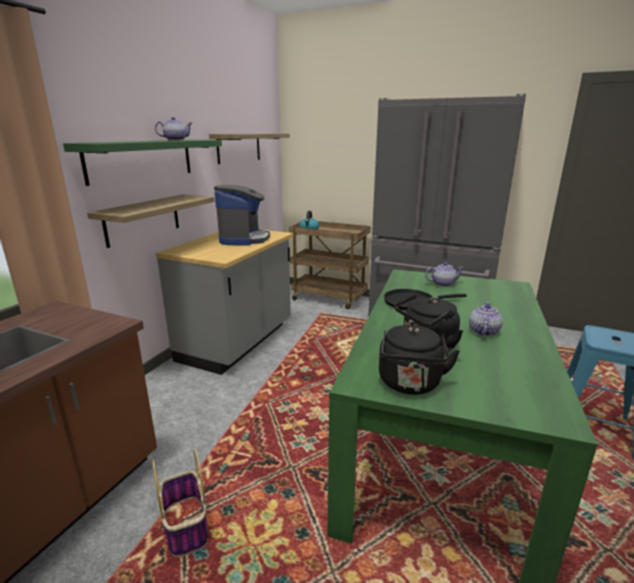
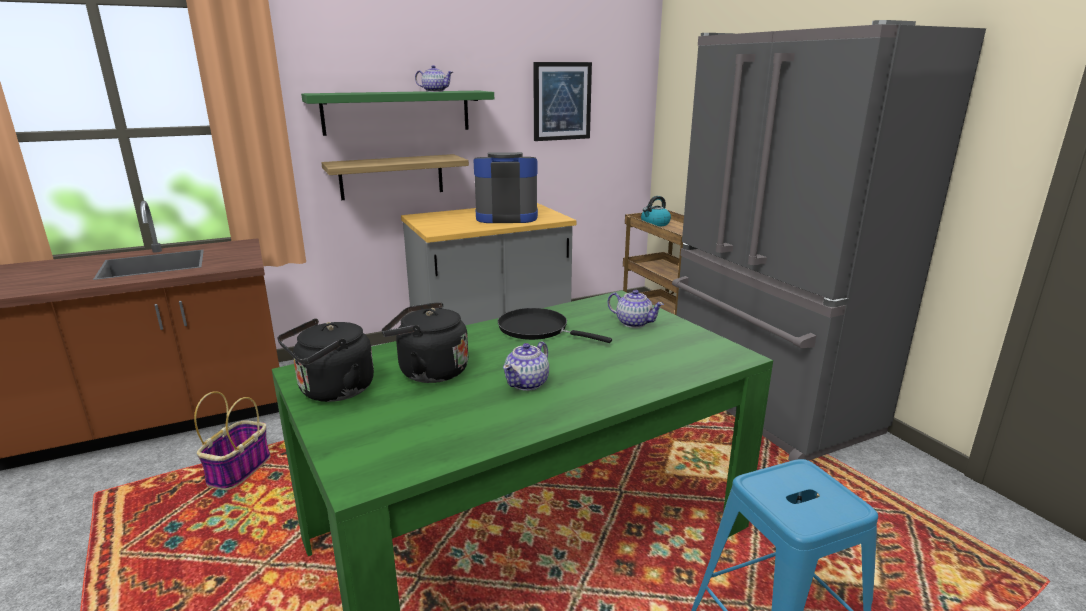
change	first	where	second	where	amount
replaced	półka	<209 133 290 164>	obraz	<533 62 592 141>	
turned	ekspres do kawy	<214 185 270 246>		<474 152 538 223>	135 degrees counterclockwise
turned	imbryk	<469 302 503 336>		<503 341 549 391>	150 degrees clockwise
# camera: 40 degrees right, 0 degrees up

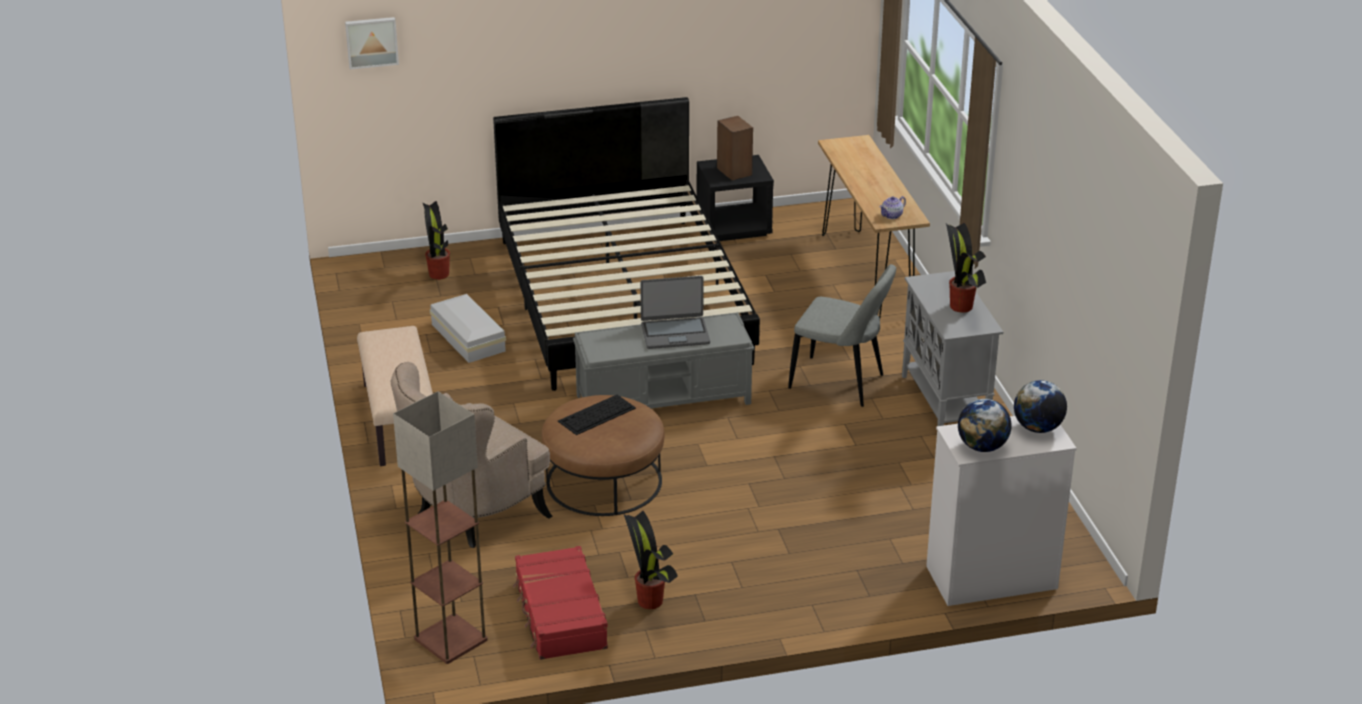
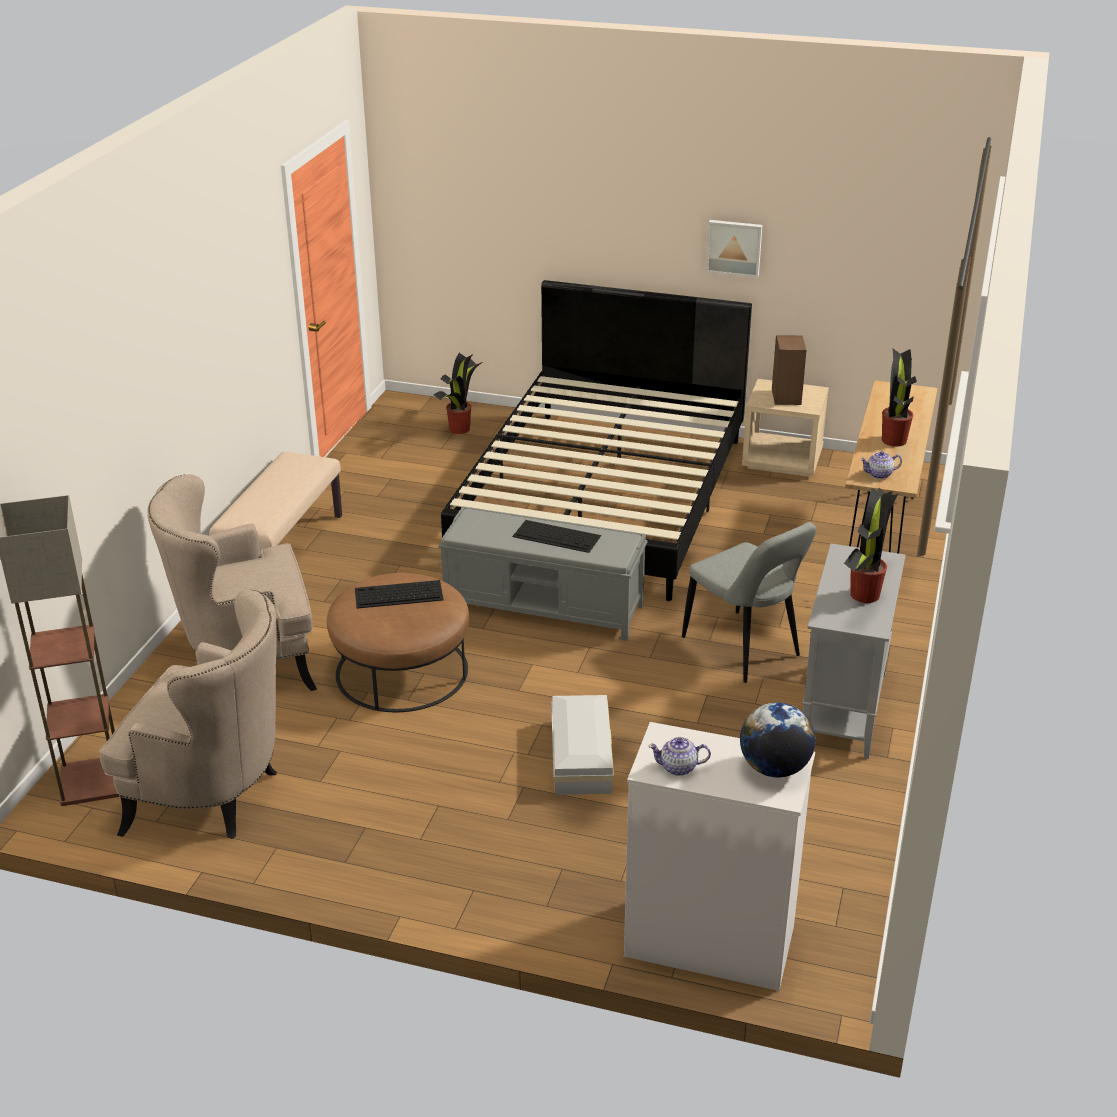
change	first	where	second	where	amount
moved	obraz	<345 17 399 69>		<706 220 762 278>	
recoloured	szafka nocna [czarny]	<697 155 774 241>	szafka nocna [beżowy]	<742 379 829 477>	
replaced	laptop	<640 276 710 349>	klawiatura	<512 520 601 553>	
moved	pojemnik do przechowywania [biały]	<430 294 506 363>		<551 695 614 795>	
replaced	globus	<958 399 1012 452>	imbryk	<648 737 711 776>	
moved	roślina doniczkowa	<624 511 678 609>		<882 348 917 447>	
replaced	walizka [czerwony]	<513 546 608 660>	fotel [beżowy]	<99 590 277 839>	
# camera: 30 degrees right, 0 degrees up

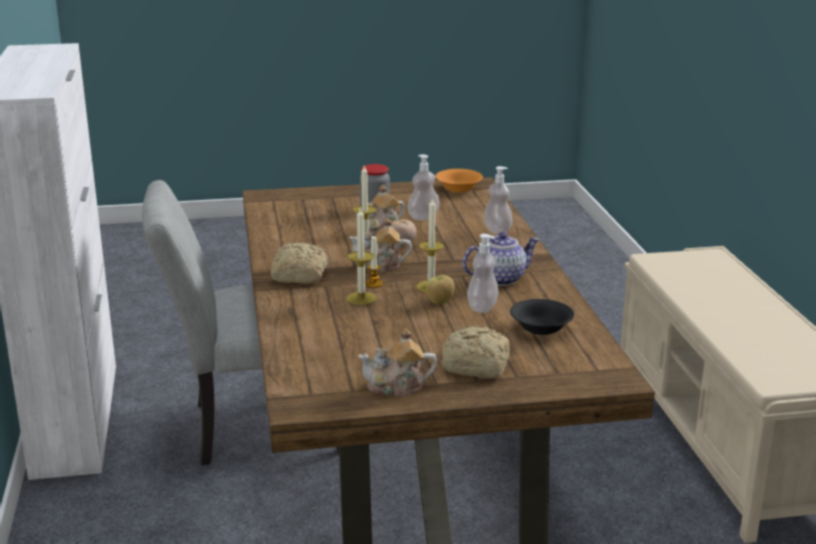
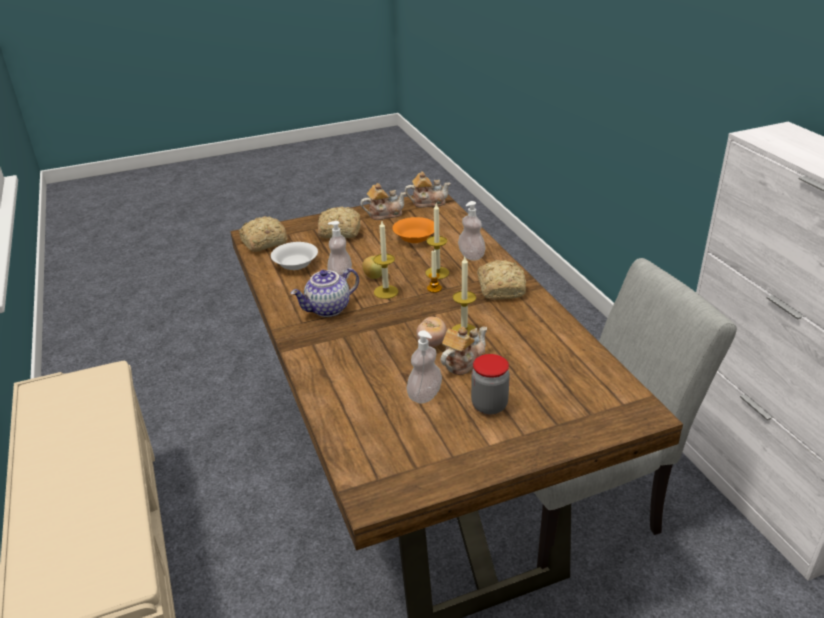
change	first	where	second	where	amount
moved	dozownik mydła	<484 166 512 234>		<458 201 485 261>	
moved	miska [pomarańczowy]	<435 169 483 193>		<392 217 434 243>	
moved	imbryk	<349 218 412 272>		<405 171 451 208>	
recoloured	miska [czarny]	<510 299 574 335>	miska [biały]	<271 242 318 270>	
added			chleb	<239 216 287 252>	
# camera: 170 degrees right, 10 degrees up

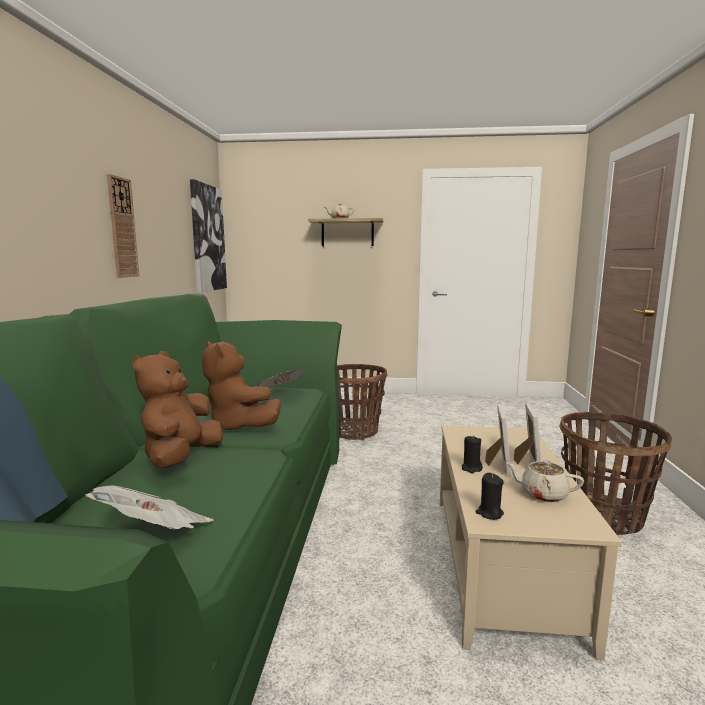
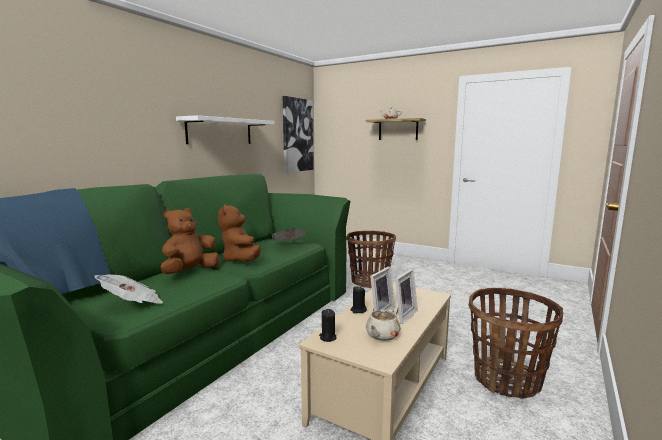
change	first	where	second	where	amount
replaced	zegar ścienny	<107 174 139 278>	półka [biały]	<176 115 275 144>	
turned	imbryk [beżowy]	<505 460 584 502>		<366 309 401 341>	105 degrees counterclockwise
# camera: 25 degrees right, 0 degrees up

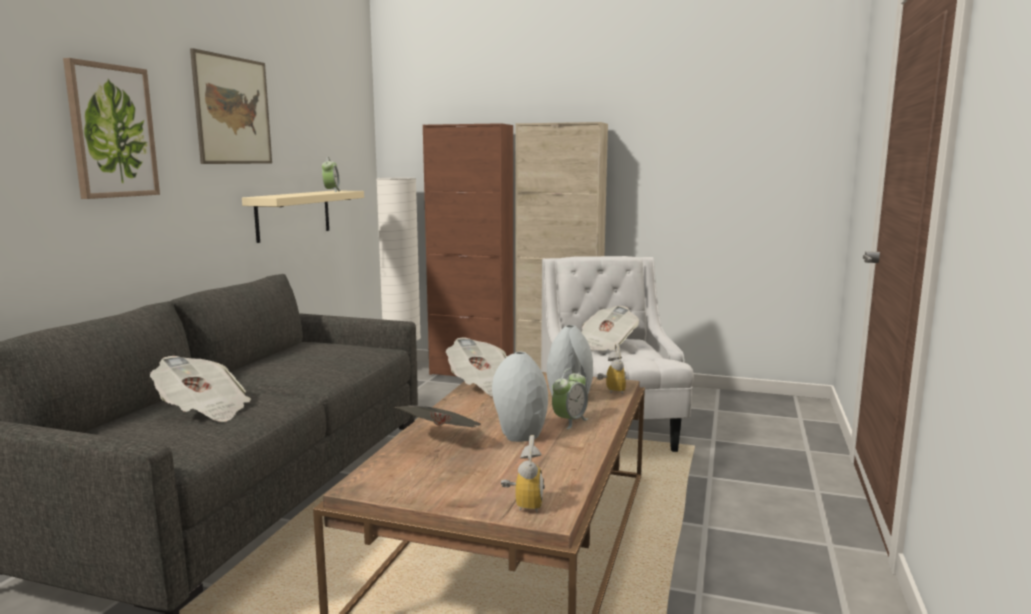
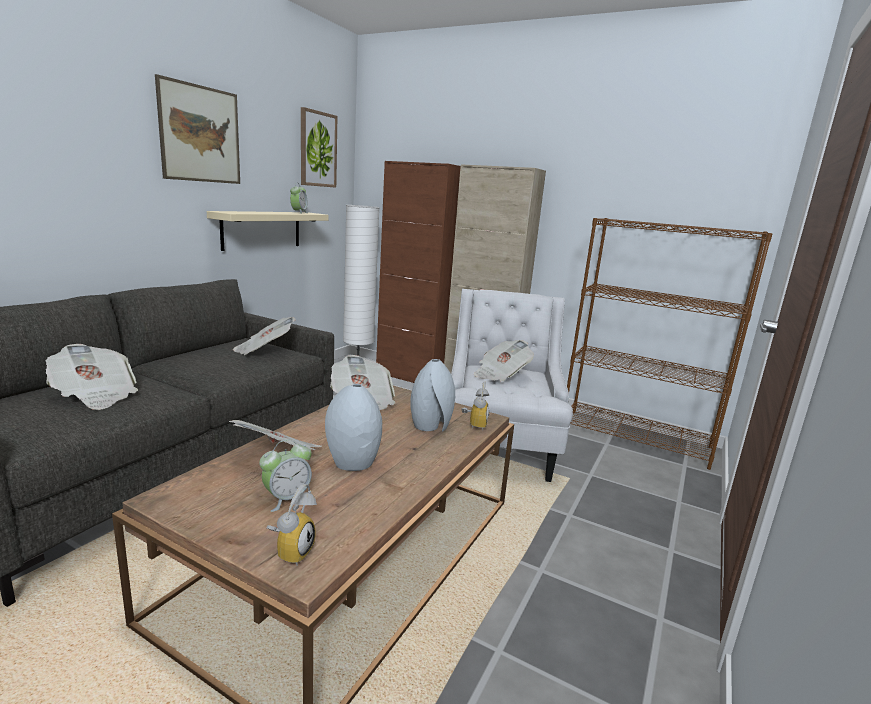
change	first	where	second	where	amount
moved	obraz	<63 58 160 199>		<301 107 337 188>	
moved	budzik	<552 369 588 429>		<259 439 312 512>	
added			regał [brązowy]	<567 218 772 470>	
added			gazeta	<233 317 296 355>	
# camera: 10 degrees right, 5 degrees up

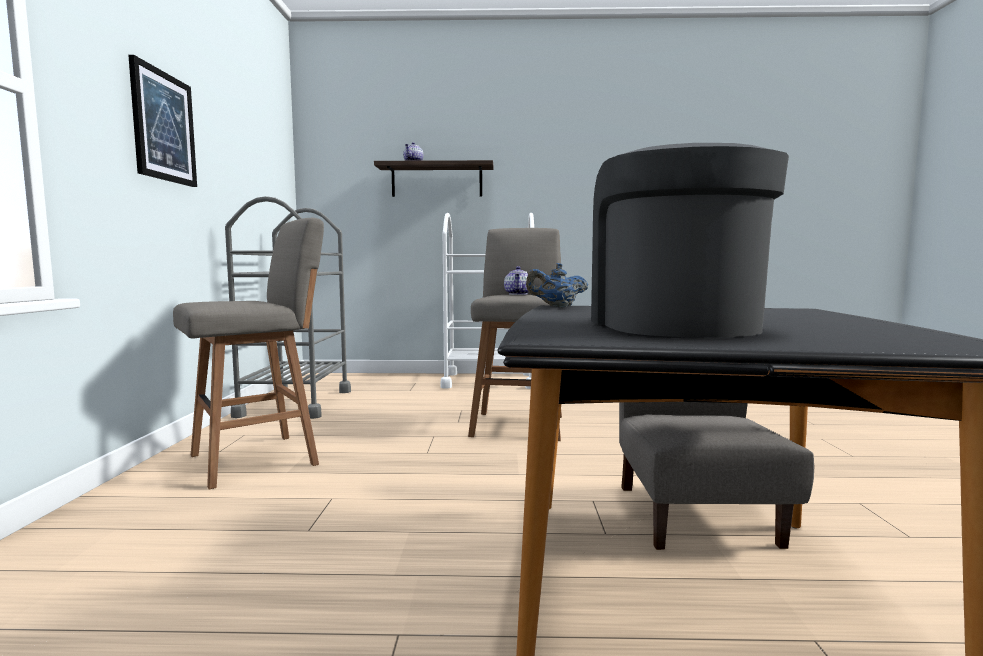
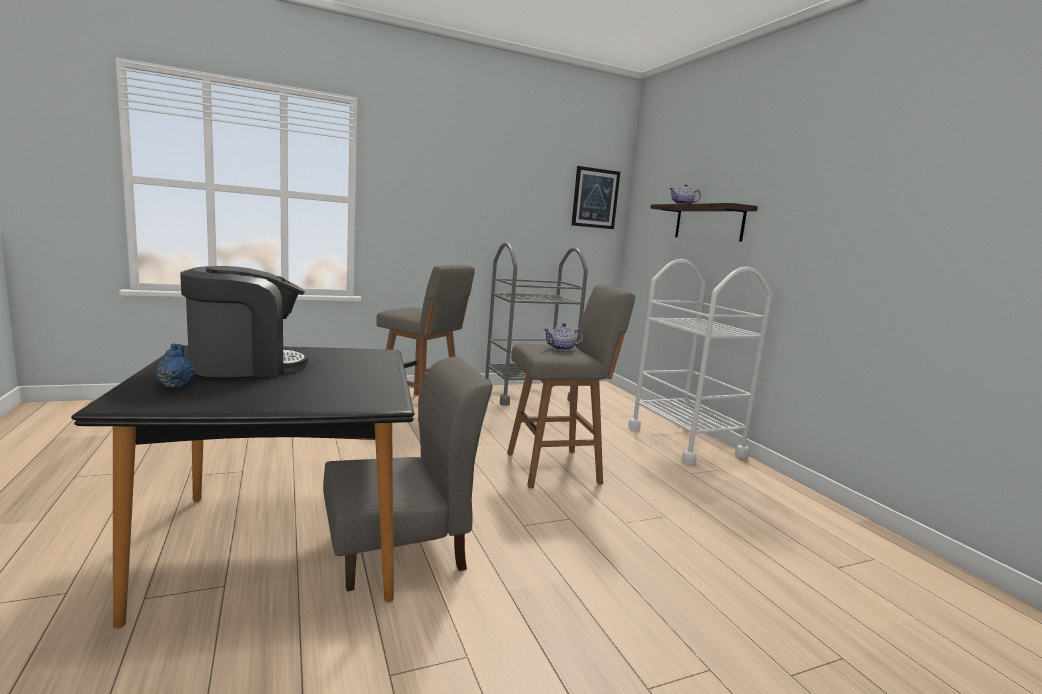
change	first	where	second	where	amount
moved	obraz	<128 55 197 187>		<571 166 620 229>	
moved	imbryk [niebieski]	<526 263 588 307>		<156 343 195 387>	
# camera: 65 degrees right, 5 degrees up

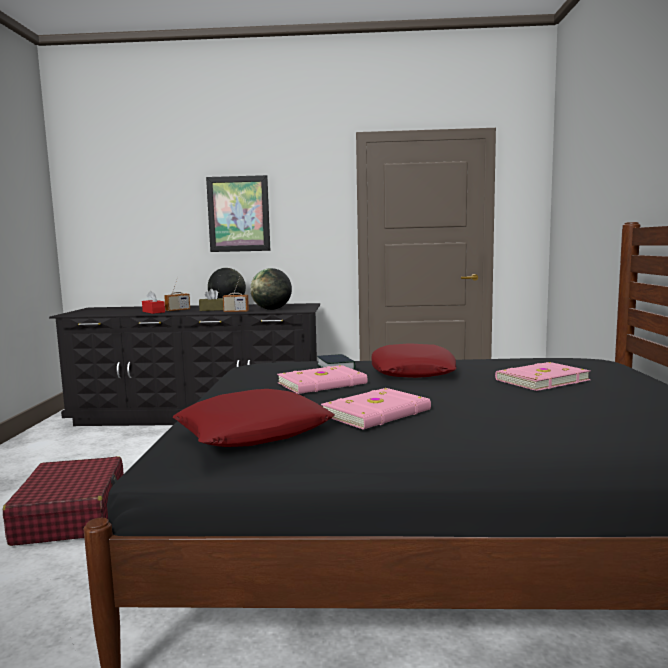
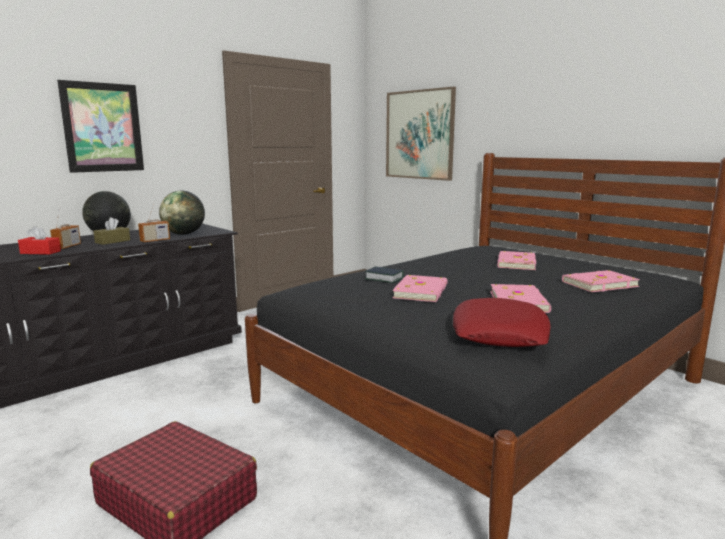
change	first	where	second	where	amount
removed	poduszka [czerwony]	<372 343 457 378>			
added			obraz	<386 87 456 181>	
added			książka [różowy]	<562 270 640 292>	
# camera: 45 degrees left, 5 degrees up

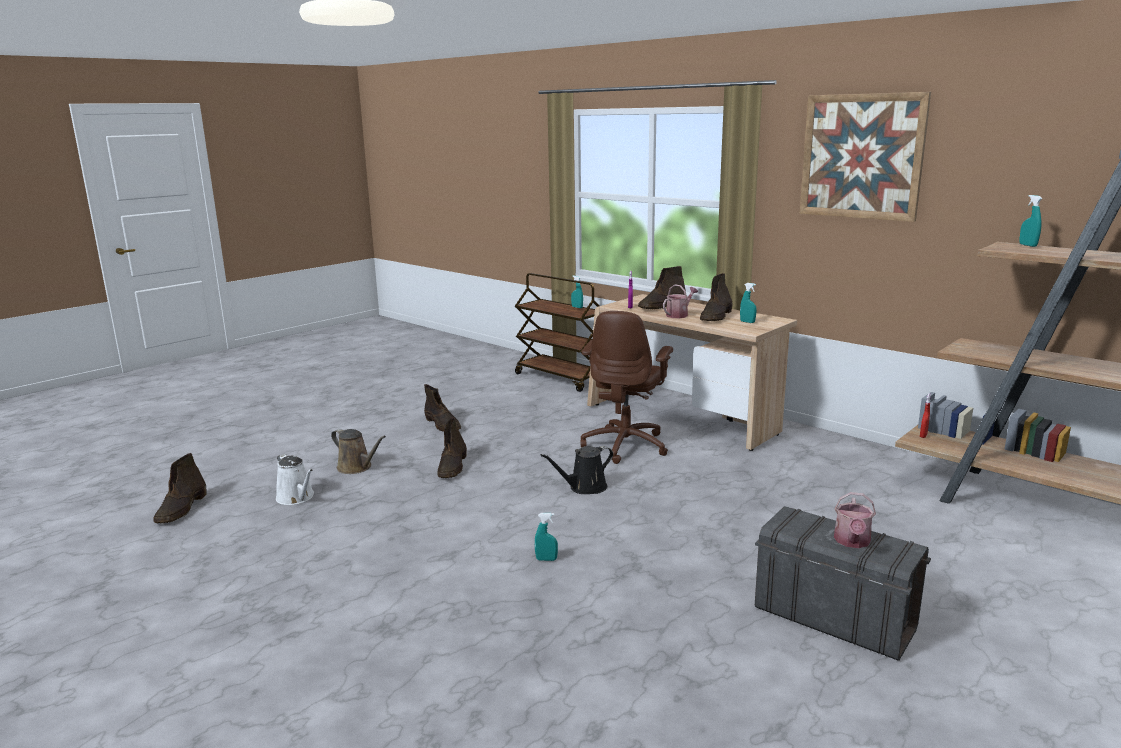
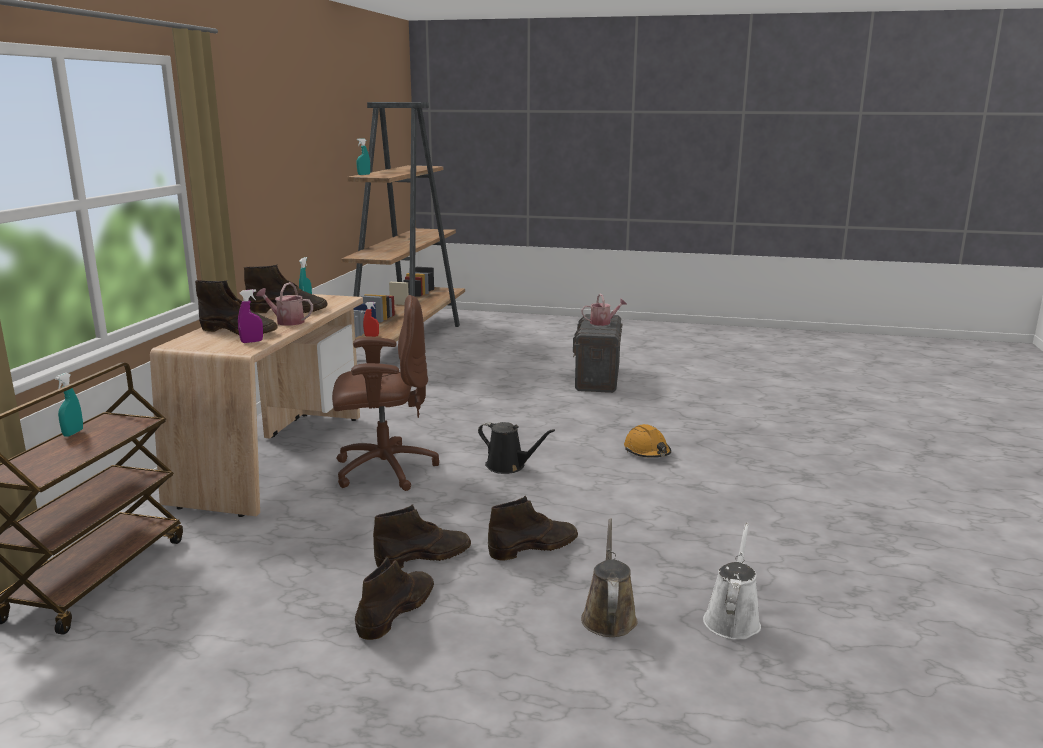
change	first	where	second	where	amount
removed	obraz	<800 92 931 222>			
moved	but z cholewką [brązowy]	<153 453 207 524>		<373 504 471 568>	
replaced	spryskiwacz [turkusowy]	<535 513 558 561>	kask [pomarańczowy]	<624 424 671 458>	
# camera: 120 degrees left, 0 degrees up

